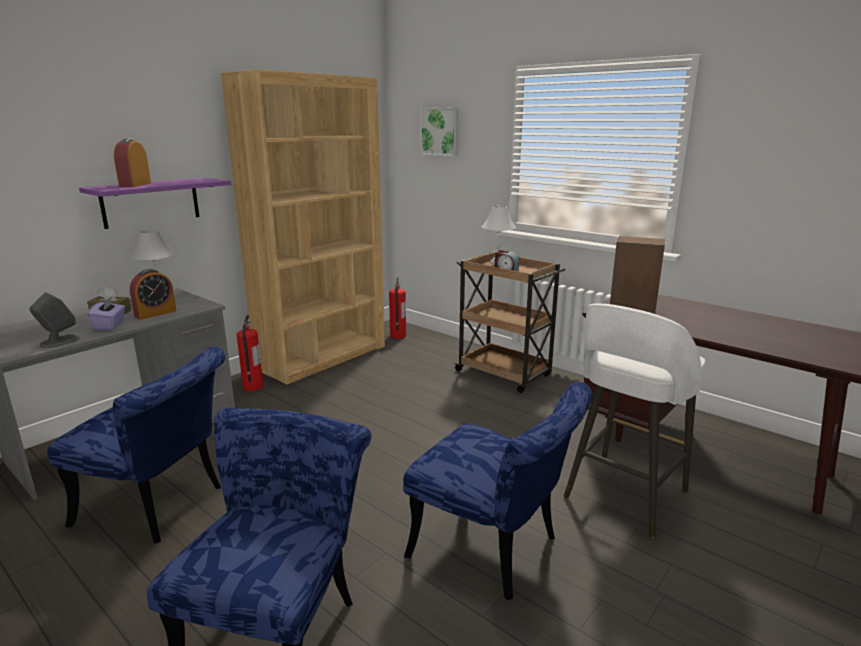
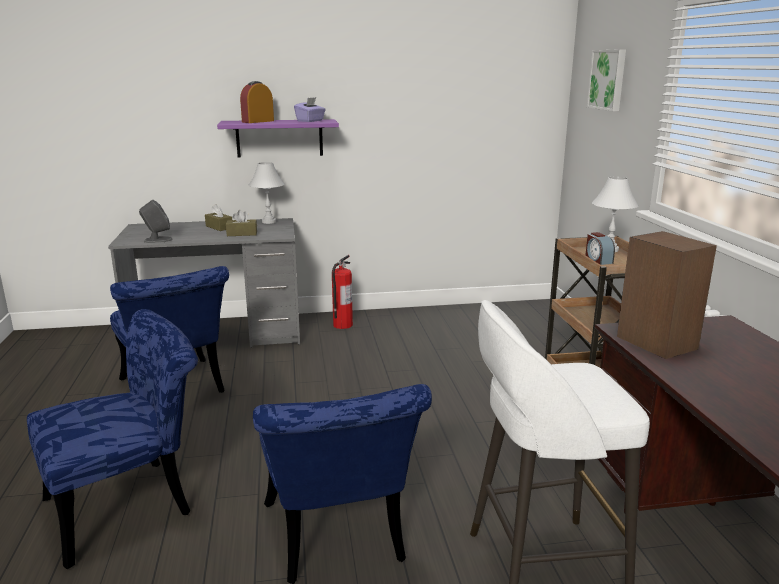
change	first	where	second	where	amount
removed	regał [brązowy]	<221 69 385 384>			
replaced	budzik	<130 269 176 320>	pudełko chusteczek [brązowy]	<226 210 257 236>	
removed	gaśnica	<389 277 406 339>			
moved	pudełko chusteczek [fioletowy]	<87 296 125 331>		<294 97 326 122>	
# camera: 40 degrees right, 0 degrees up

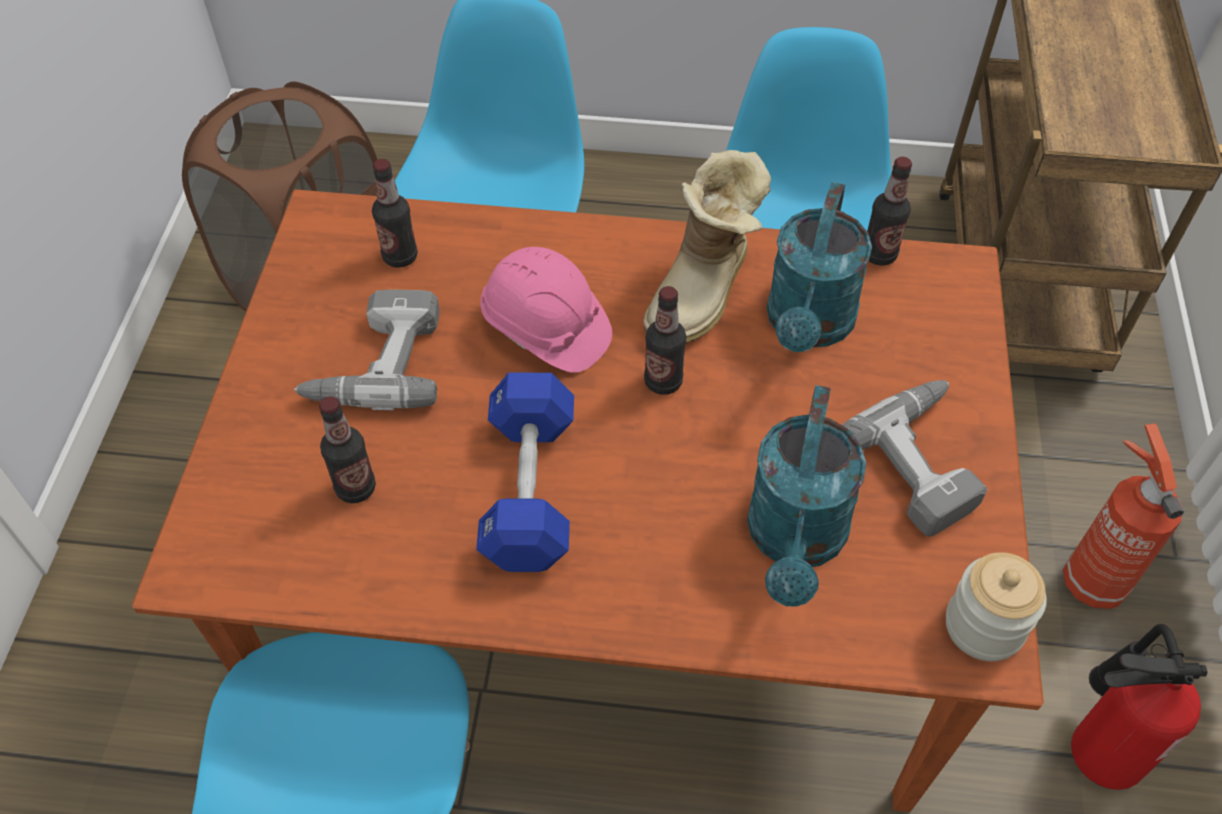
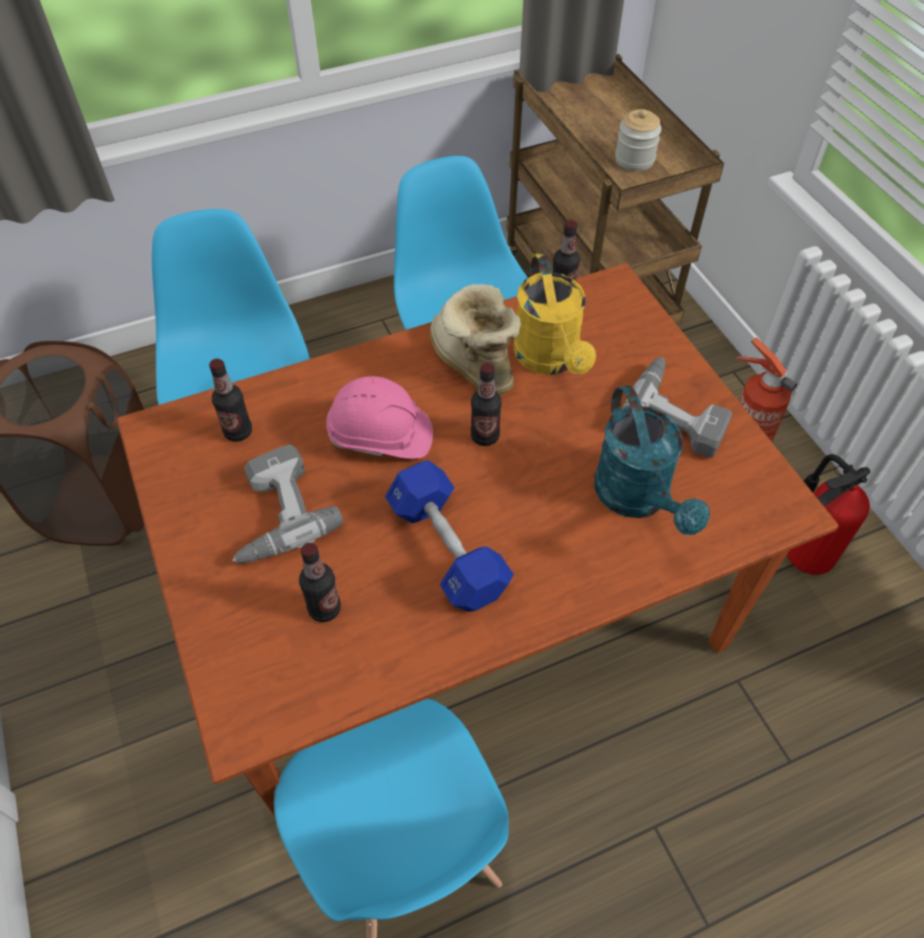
change	first	where	second	where	amount
turned	but z cholewką	<643 150 771 343>		<430 284 521 395>	150 degrees clockwise
recoloured	konewka [turkusowy]	<767 182 872 352>	konewka [żółty]	<513 253 596 375>	
moved	słoik	<946 552 1047 661>		<615 109 661 171>	
# camera: 30 degrees left, 0 degrees up

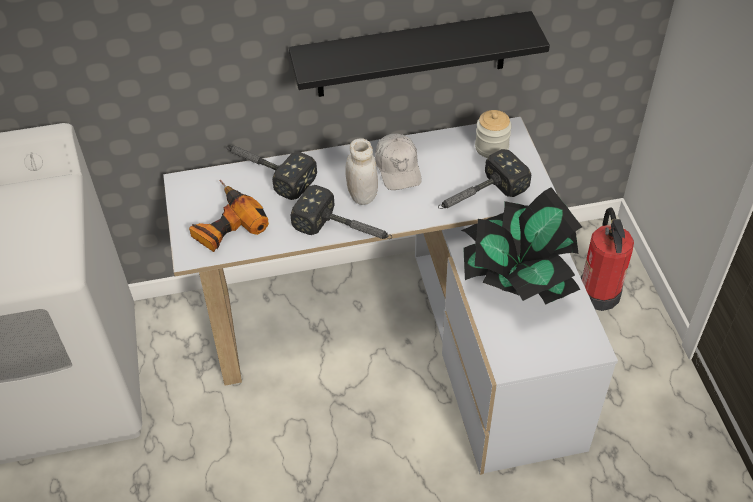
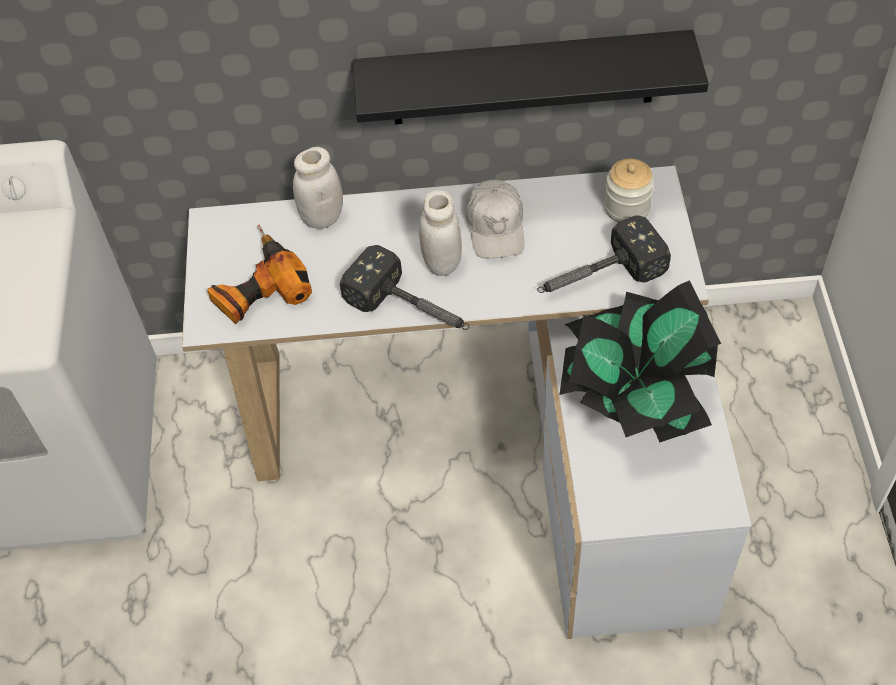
change	first	where	second	where	amount
replaced	młotek	<226 145 317 200>	słoik [biały]	<293 147 343 229>	
removed	gaśnica	<581 207 634 311>			
# camera: 10 degrees right, 5 degrees up

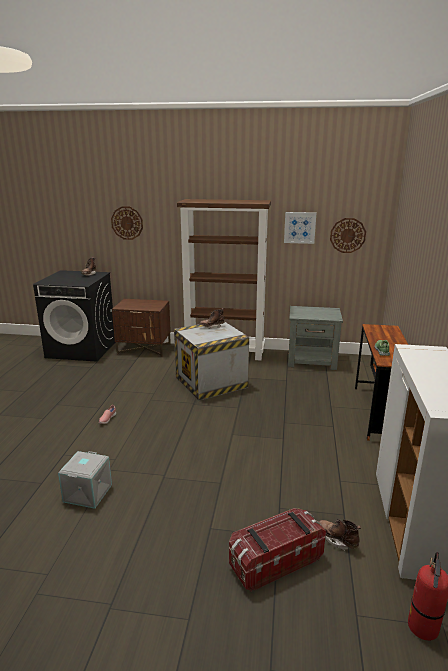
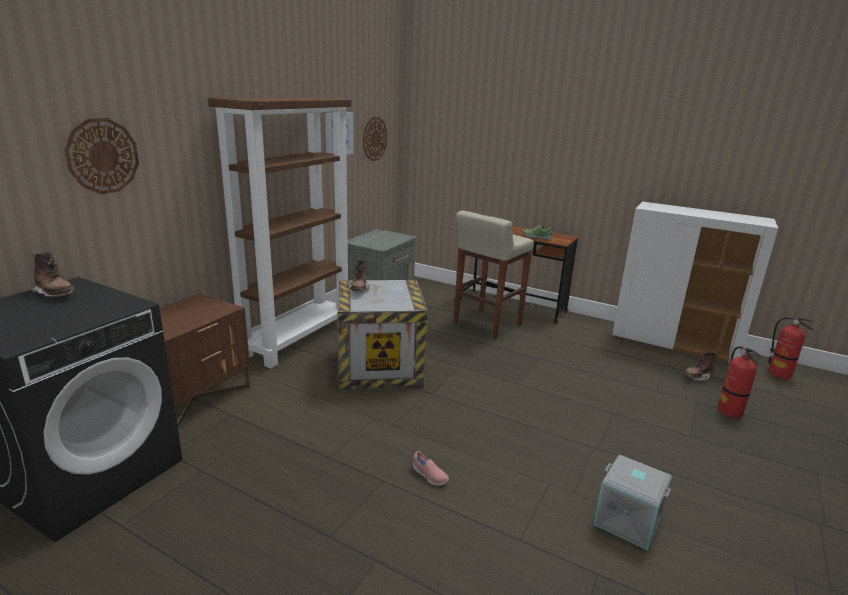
change	first	where	second	where	amount
replaced	pojemnik do przechowywania	<229 508 326 592>	gaśnica	<717 346 760 418>	
added			stołek [beżowy]	<453 211 534 339>	
# camera: 70 degrees left, 0 degrees up

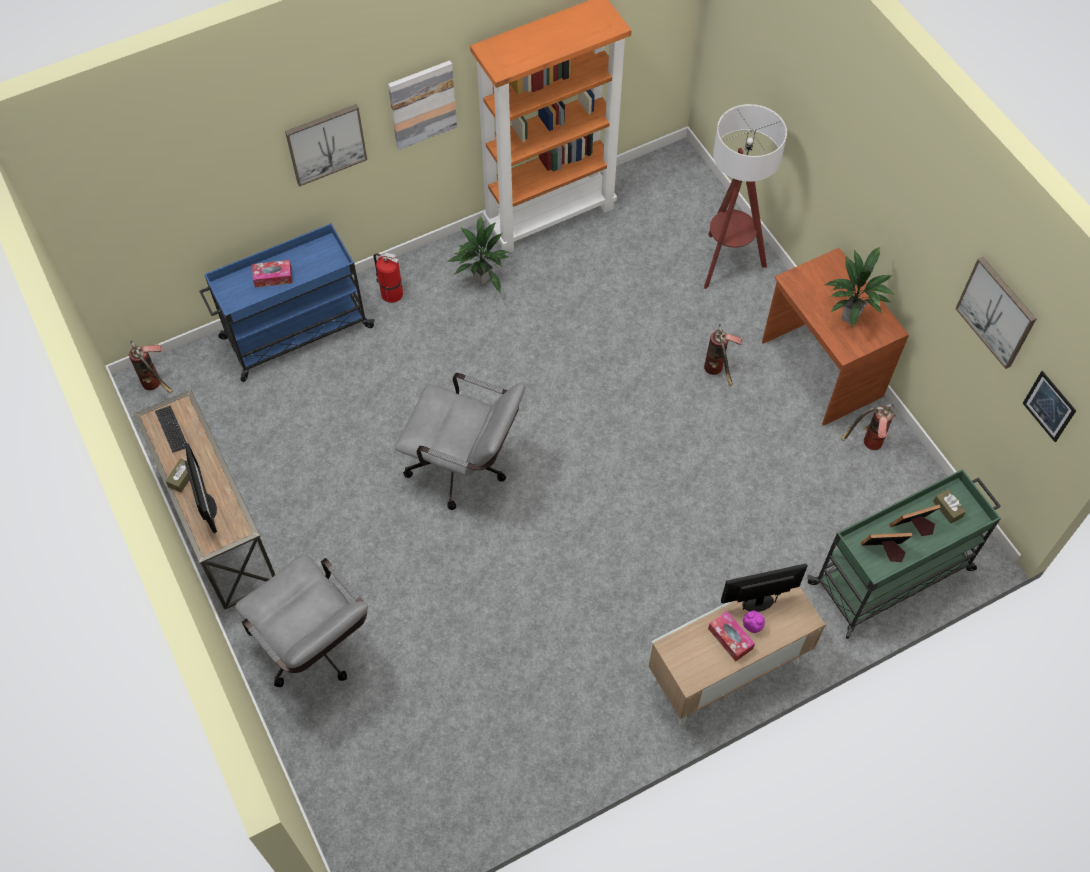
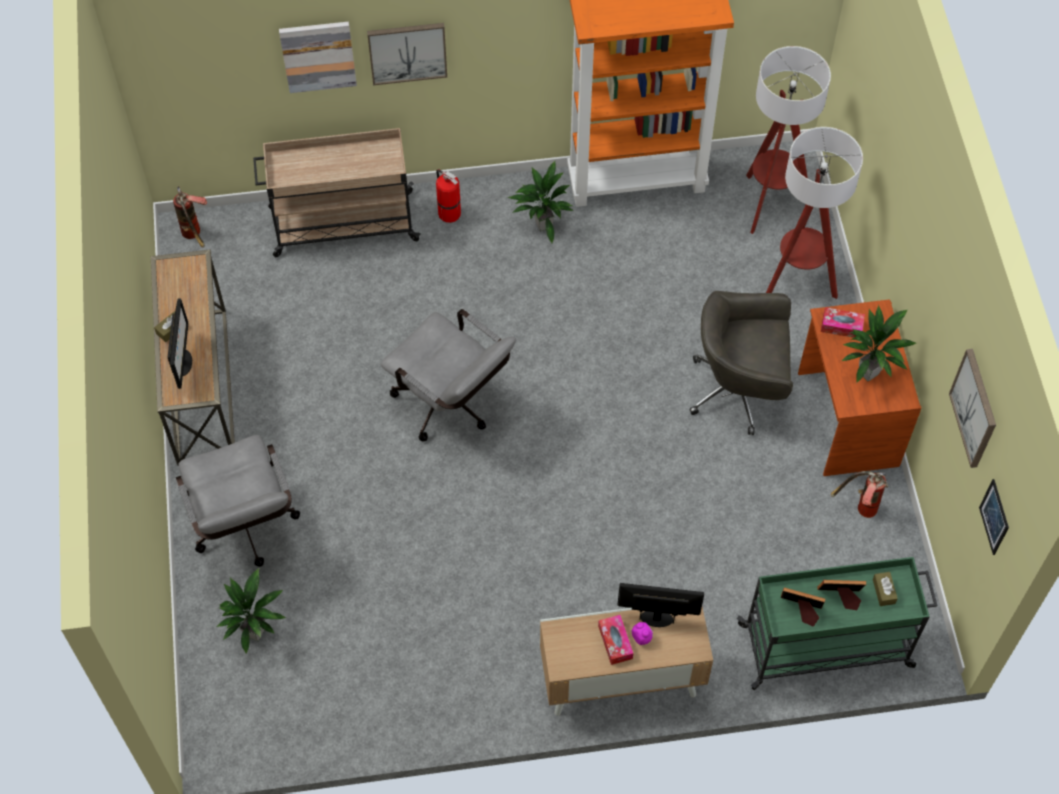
change	first	where	second	where	amount
moved	obraz	<388 60 457 150>		<279 22 357 93>	
recoloured	wózek [niebieski]	<199 223 375 382>	wózek [beżowy]	<253 128 420 257>	
moved	pudełko chusteczek	<252 260 292 287>		<821 307 865 338>	
replaced	gaśnica	<704 324 742 387>	krzesło biurowe [szary]	<689 291 793 435>	
removed	klawiatura	<155 405 187 453>			
added			lampa stojąca	<746 46 831 234>	
added			roślina doniczkowa	<216 567 286 653>	
# camera: 20 degrees right, 0 degrees up

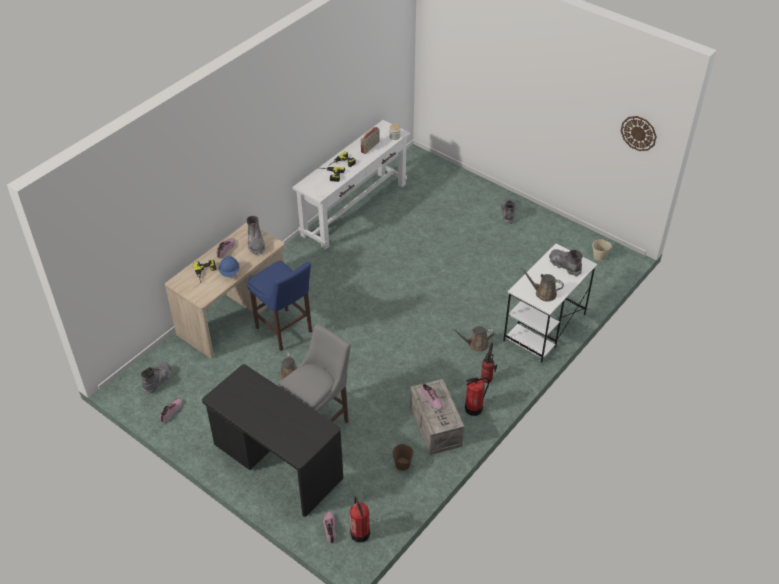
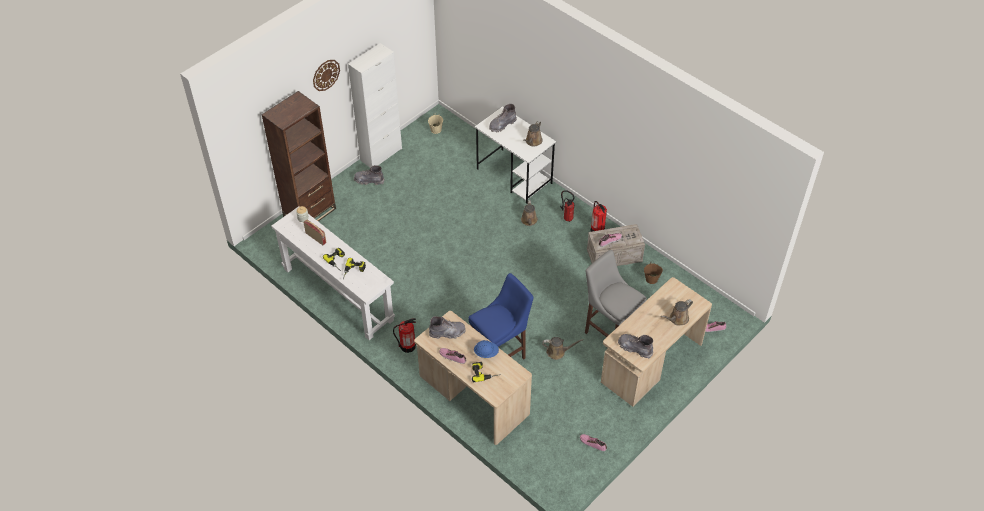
change	first	where	second	where	amount
moved	zegar ścienny	<621 116 657 151>		<313 60 340 91>	
moved	but z cholewką [szary]	<141 362 171 394>		<618 334 653 359>	
recoloured	biurko [czarny]	<202 364 343 517>	biurko [beżowy]	<601 277 712 407>	
moved	gaśnica	<350 497 370 542>		<393 318 416 353>	
added			szafka [biały]	<348 43 402 168>	
added			regał [brązowy]	<261 91 336 221>	
added			konewka [brązowy]	<661 299 693 326>	
# camera: 85 degrees left, 5 degrees up

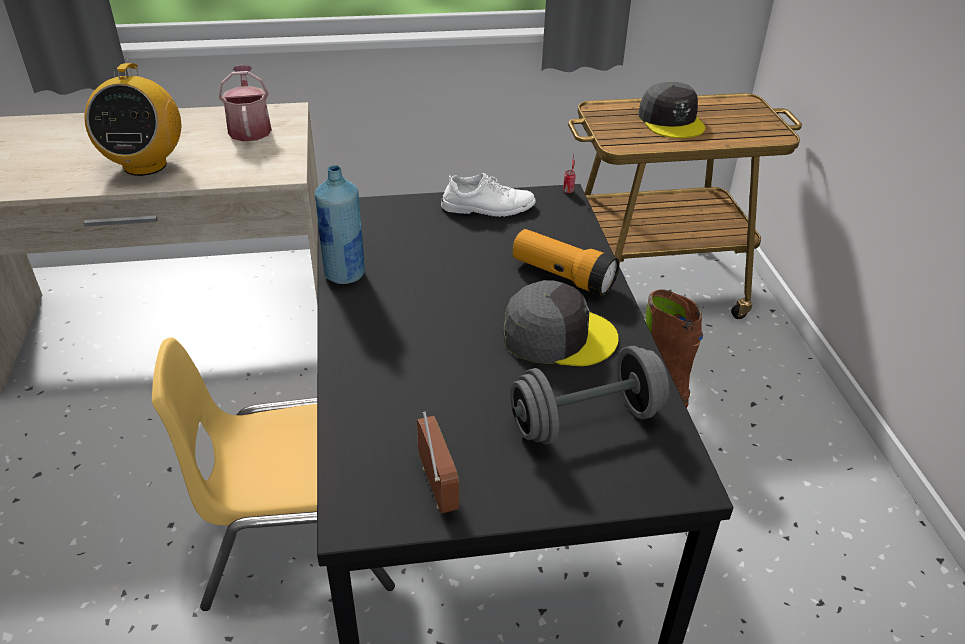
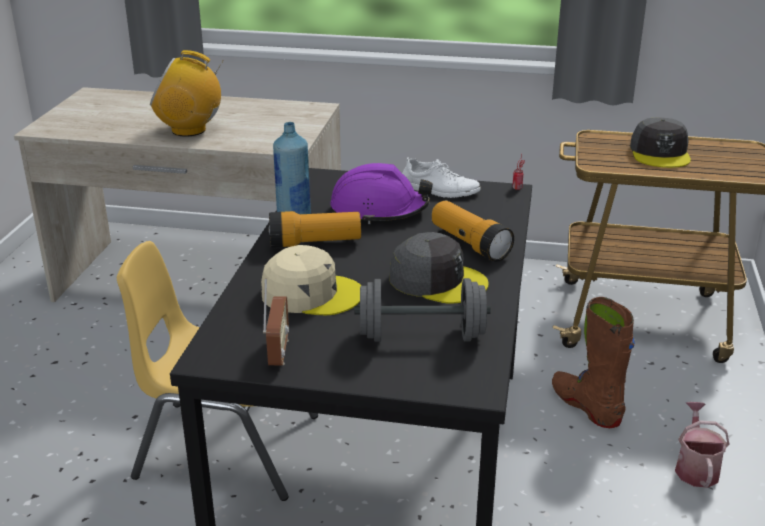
change	first	where	second	where	amount
turned	radio	<84 63 181 176>		<150 50 224 137>	75 degrees clockwise
moved	konewka	<219 65 272 141>		<675 402 730 488>	
added			kask [fioletowy]	<330 163 433 224>	
added			latarka	<269 211 361 248>	
added			czapka z daszkiem [beżowy]	<261 245 361 316>	
# camera: 20 degrees right, 10 degrees down

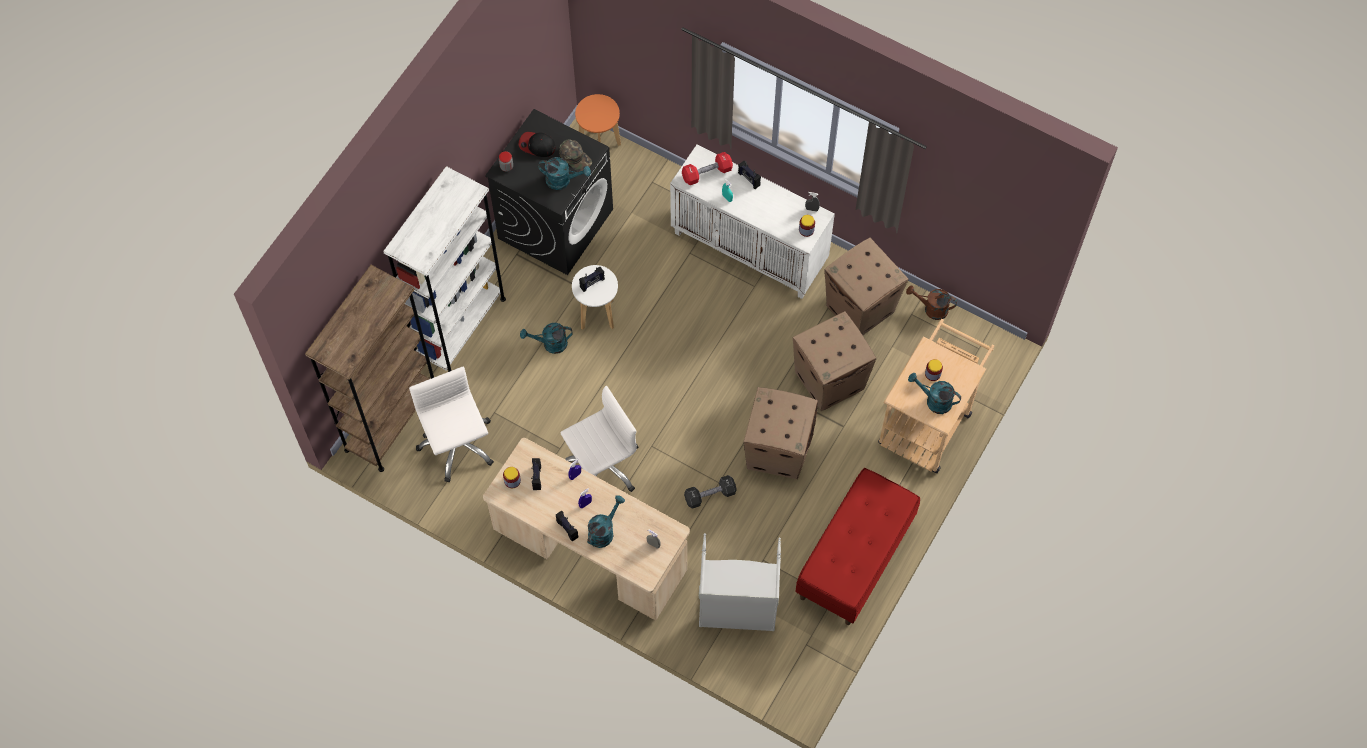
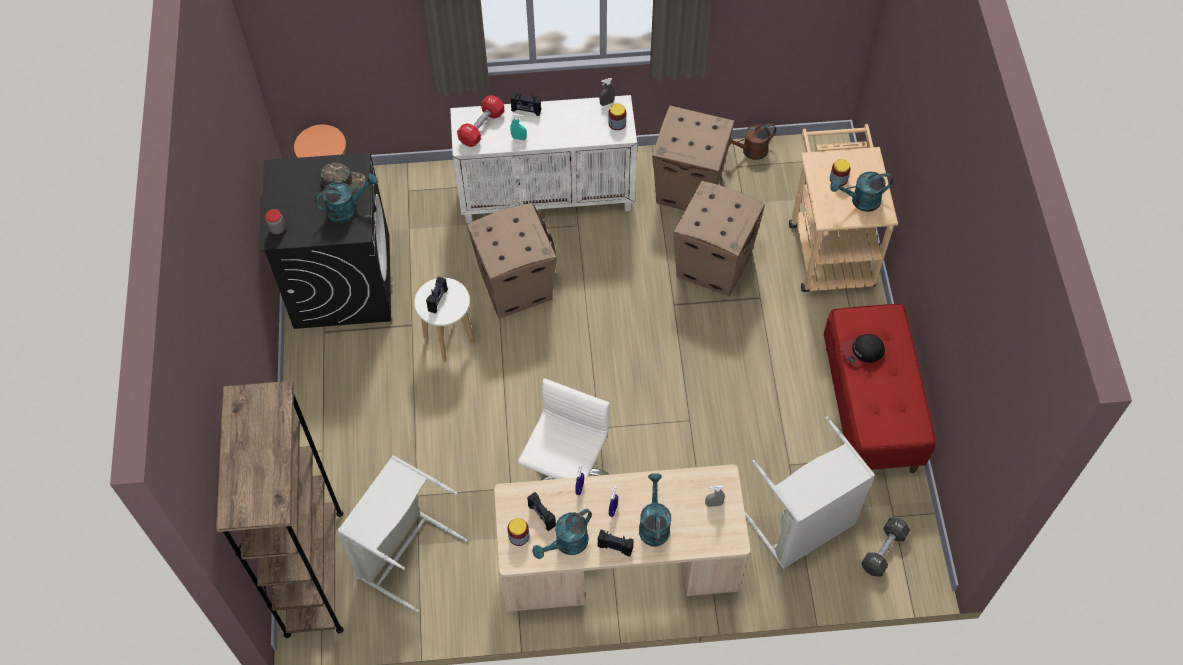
change	first	where	second	where	amount
moved	czapka z daszkiem	<519 132 556 157>		<840 334 885 366>	
removed	regał [biały]	<383 166 506 372>			
moved	konewka [turkusowy]	<520 323 573 354>		<533 509 592 559>	
replaced	krzesło biurowe [biały]	<409 367 494 482>	kosz na pranie [szary]	<337 455 468 613>	
moved	karton	<743 387 818 479>		<467 203 557 319>	
moved	hantel [czarny]	<684 475 737 509>		<861 518 910 577>	
# camera: 35 degrees left, 5 degrees down

